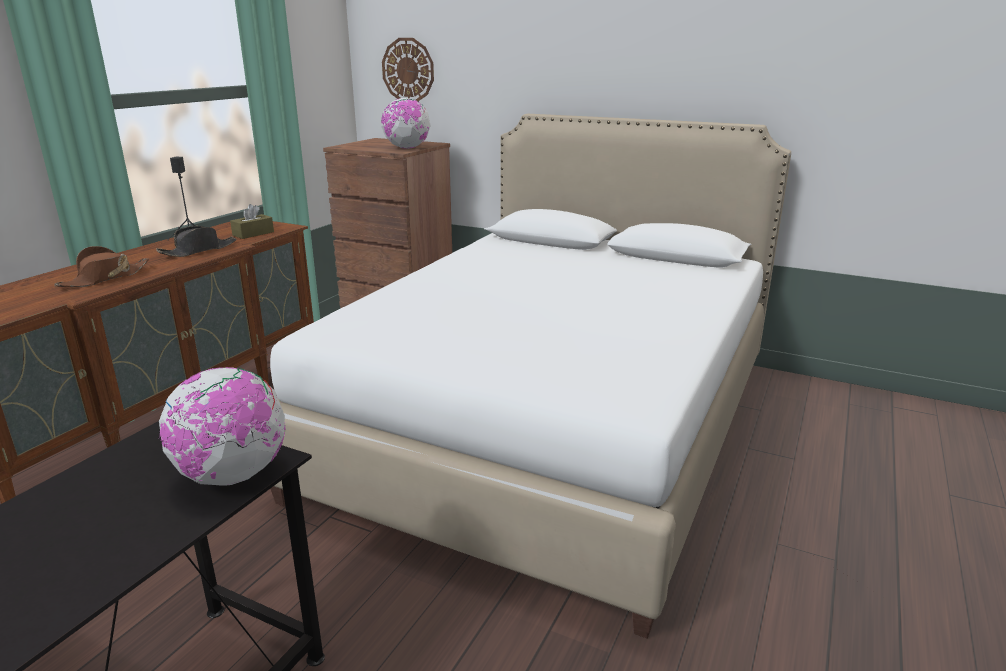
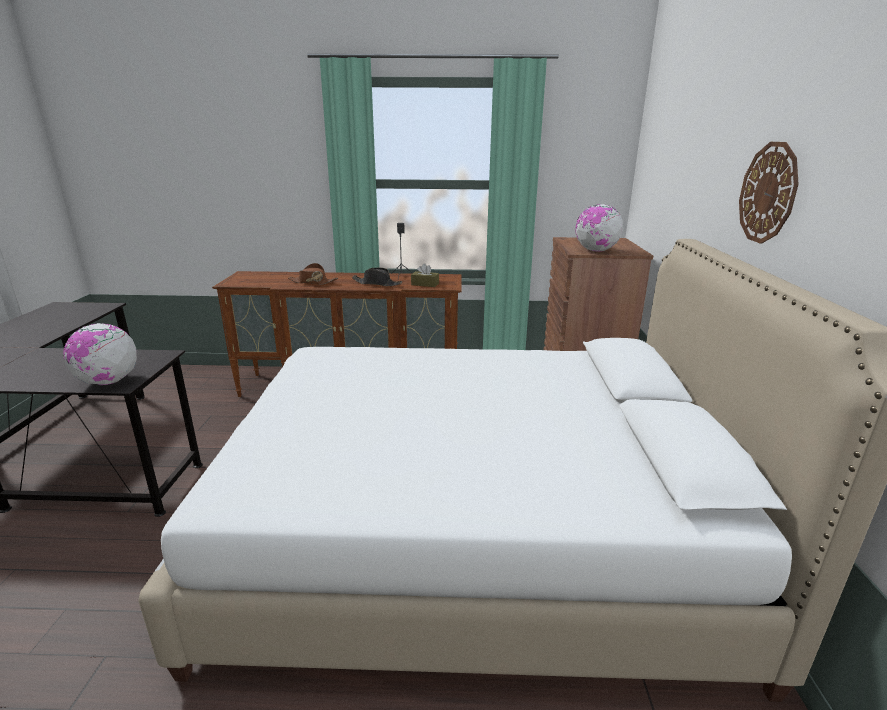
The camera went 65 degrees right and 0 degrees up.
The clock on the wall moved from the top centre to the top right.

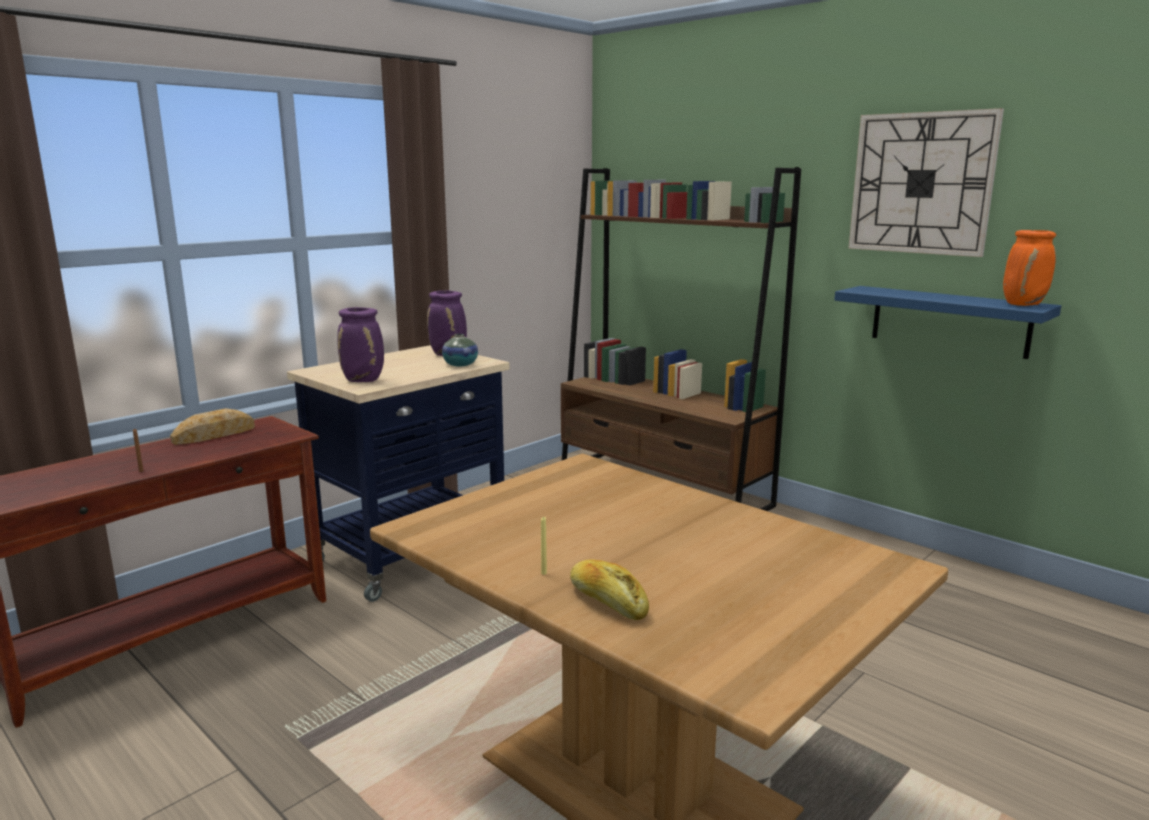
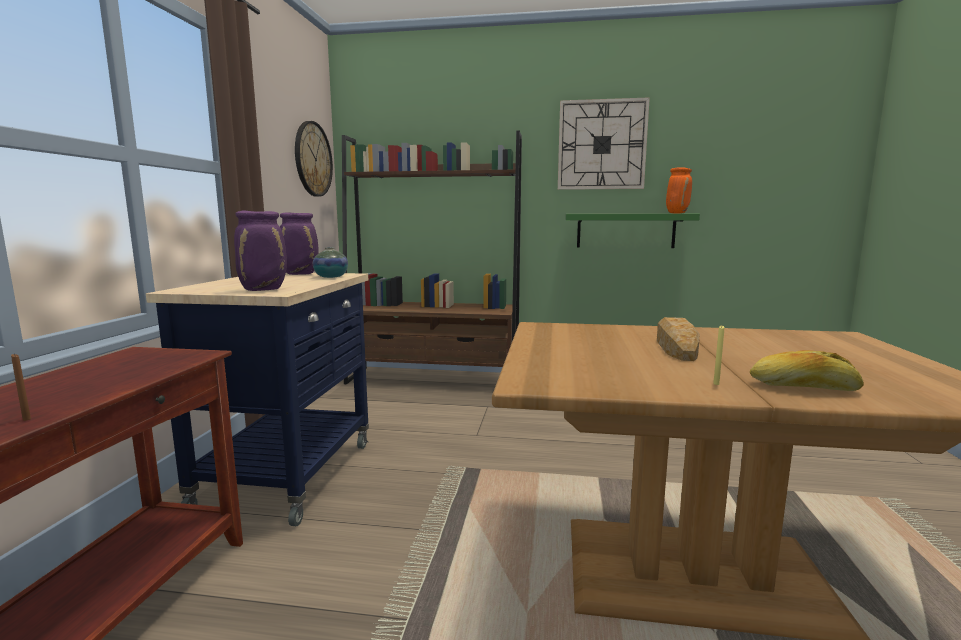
The camera went 35 degrees left and 5 degrees down.
The blue shelf at the middle right became the green shelf at the centre.
The baked bread (1st from left) moved from the middle left to the middle right.
The clock on the wall (1st from left) at the top left appeared.

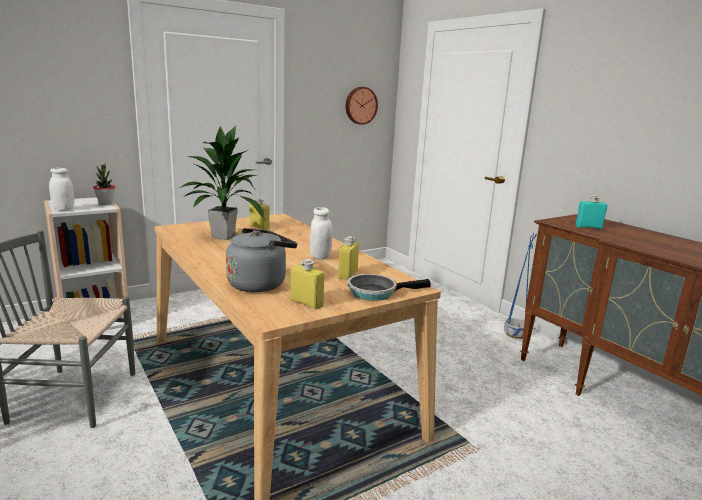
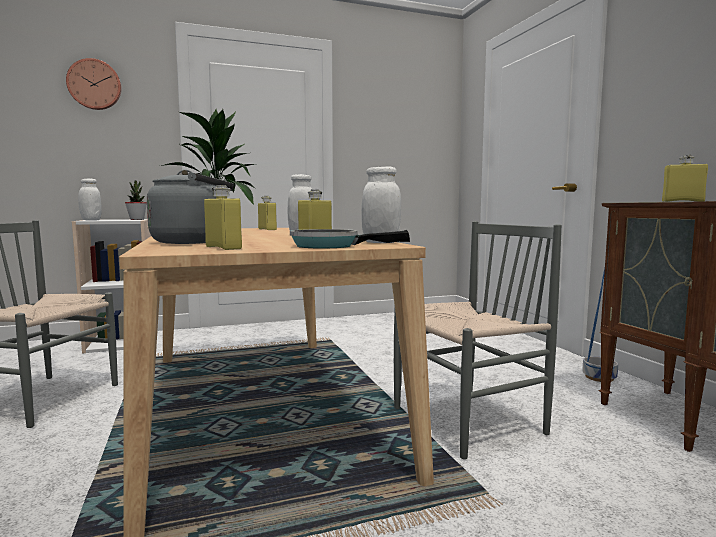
The camera went 15 degrees right and 10 degrees down.
The clock on the wall moved from the top centre to the top left.
The blue-green drink bottle at the middle right became the yellowish drink bottle (4th from left) at the top right.
The whitish jar (3rd from left) at the centre appeared.
The gray upright chair (2nd from left) at the middle right appeared.

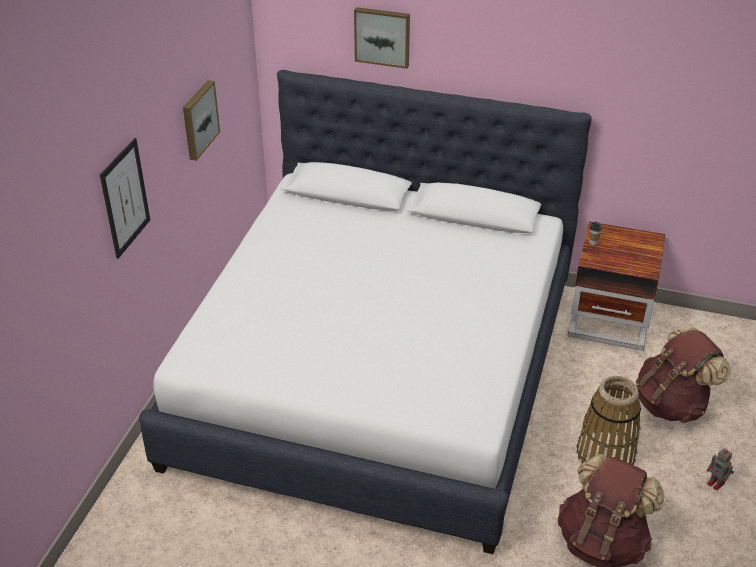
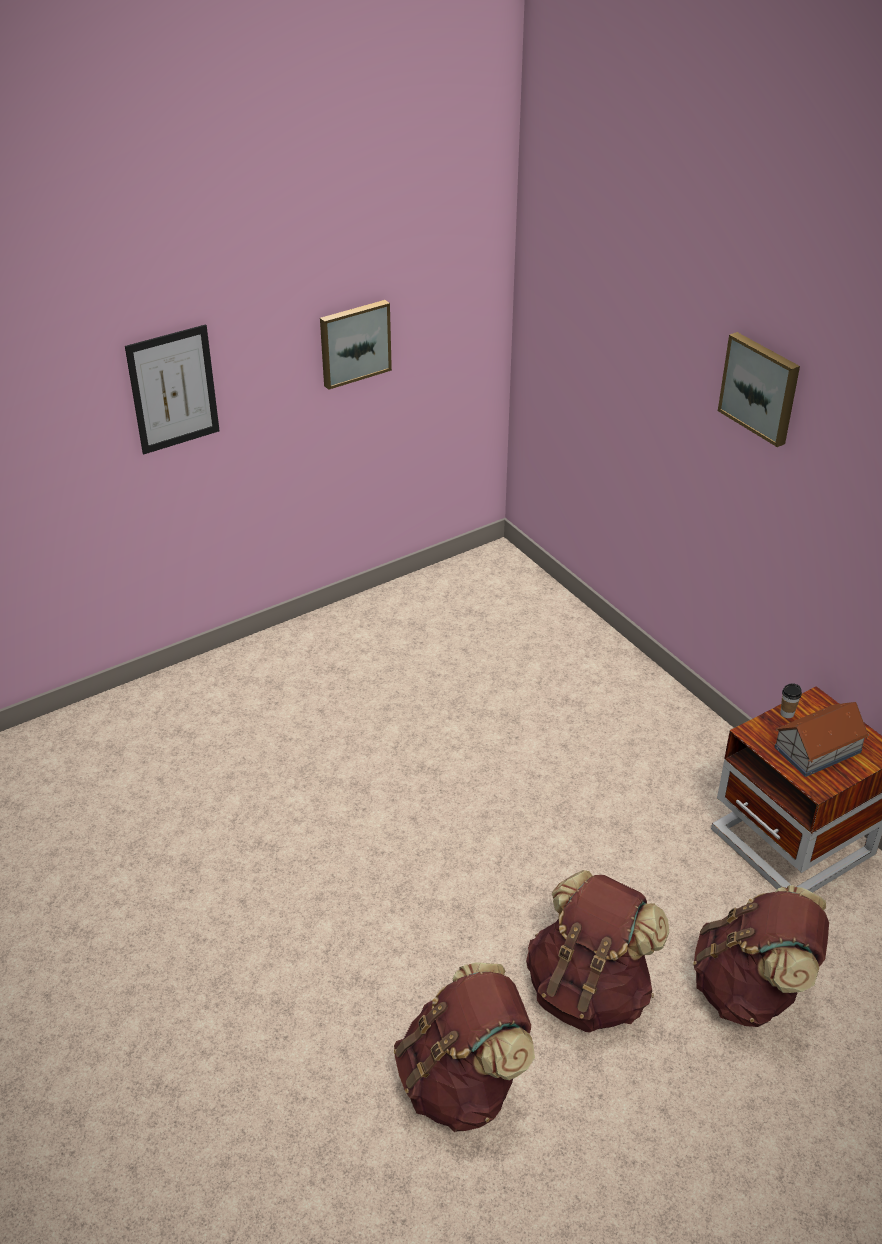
The camera went 40 degrees right and 0 degrees up.
The picture (3rd from left) moved from the top centre to the top right.
The whitish bedroom bed at the centre disappeared.
The basket at the bottom right was replaced by the brown rucksack (2nd from left) at the bottom right.
The robot figure at the bottom right disappeared.
The toy house at the middle right appeared.

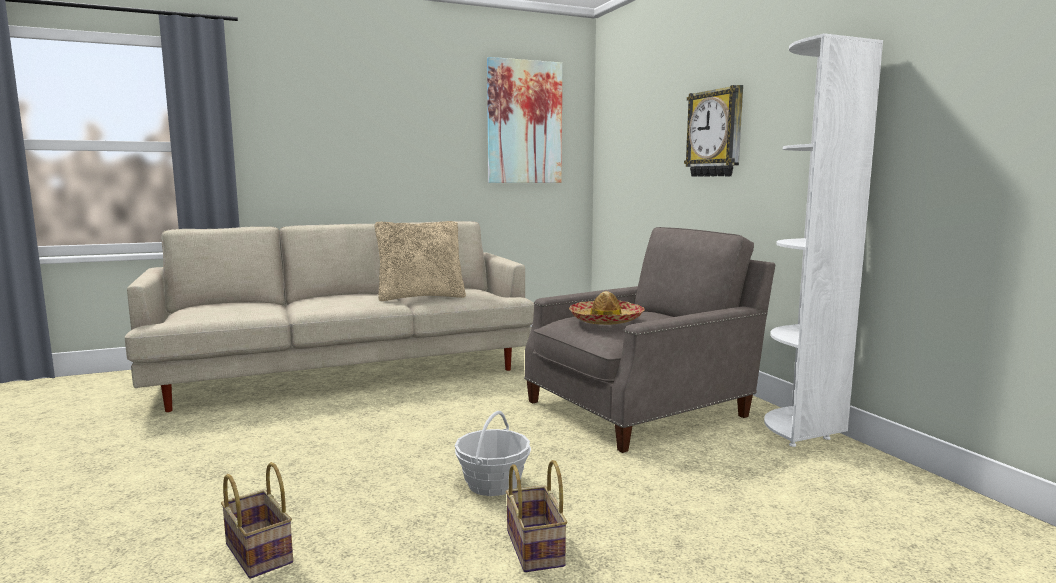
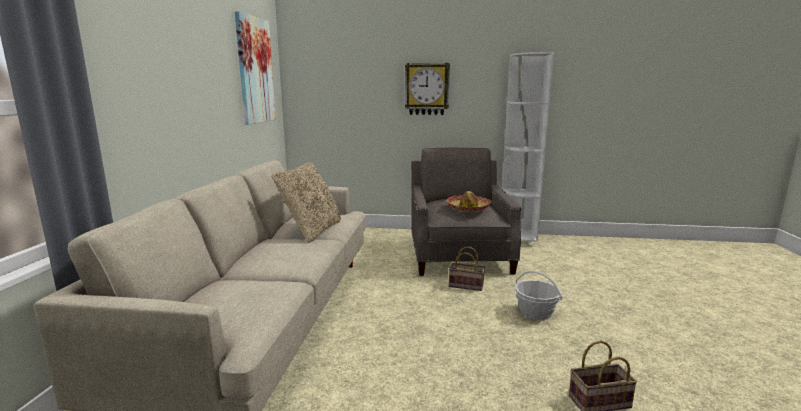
The camera went 60 degrees left and 5 degrees up.
The basket (3rd from left in the first image) moved from the bottom centre to the centre.

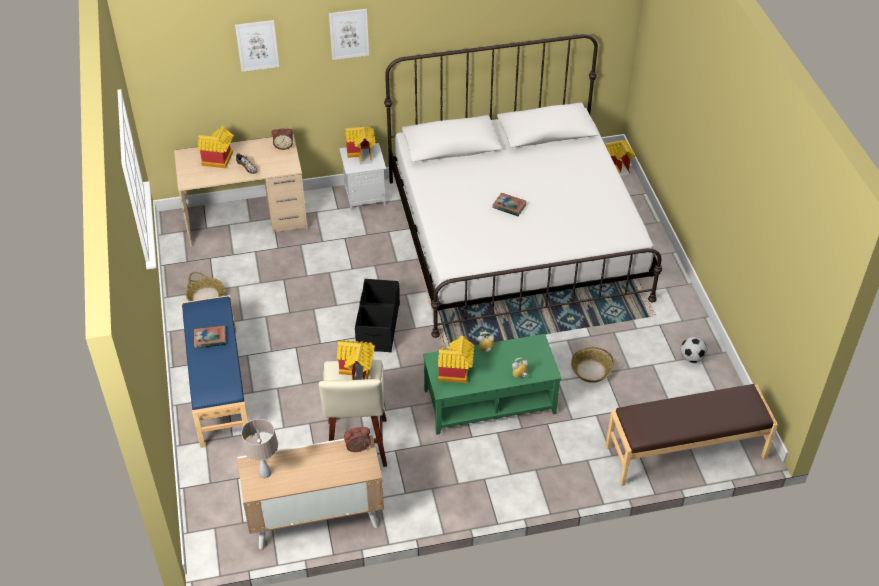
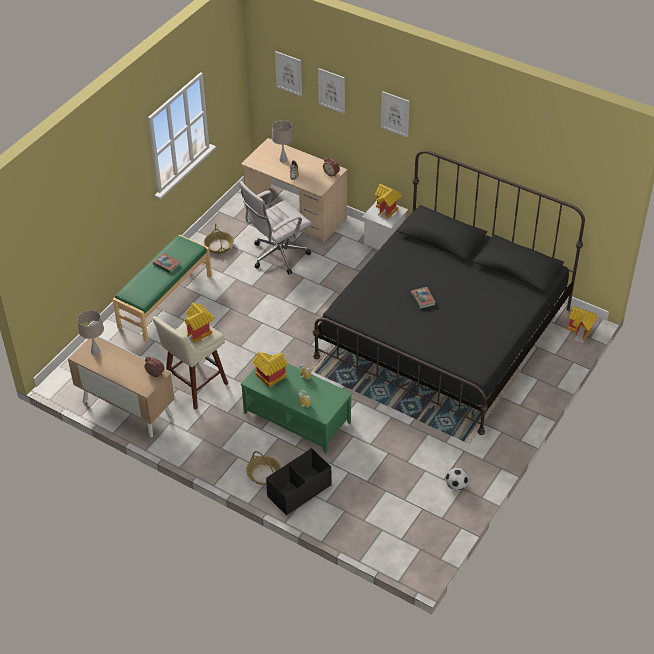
The camera went 45 degrees right and 0 degrees up.
The whitish bedroom bed at the top centre became the black-coloured bedroom bed at the middle right.
The toy house (1st from left) at the top left was replaced by the sand-coloured lamp for a table (2nd from left) at the top centre.
The black-coloured storage bin moved from the centre to the bottom centre.
The blue bench at the middle left became the green bench at the middle left.
The basket (2nd from left) moved from the middle right to the bottom centre.
The brown bench at the bottom right disappeared.
The picture (1st from left) at the top centre appeared.
The whitish desk chair at the centre appeared.

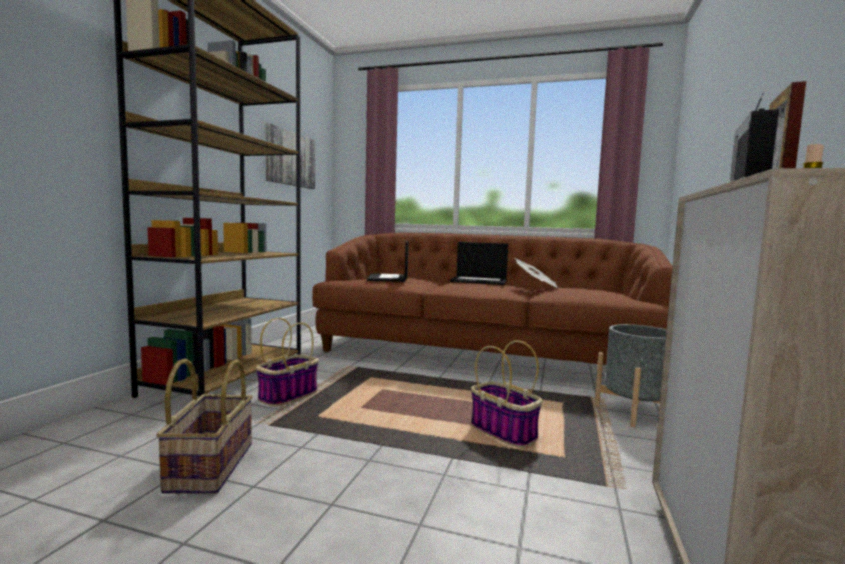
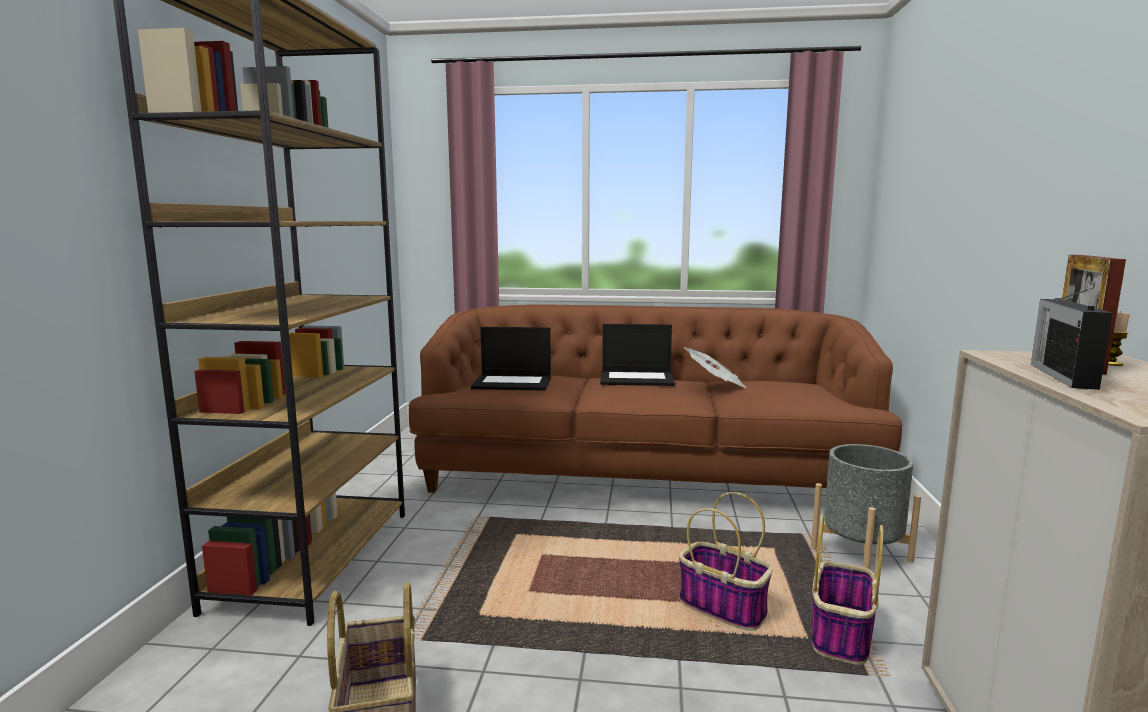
The camera went 10 degrees left and 5 degrees up.
The picture at the top centre disappeared.
The laptop (1st from left) at the centre turned 75 degrees counterclockwise.
The basket (2nd from left in the first image) moved from the centre to the bottom right.

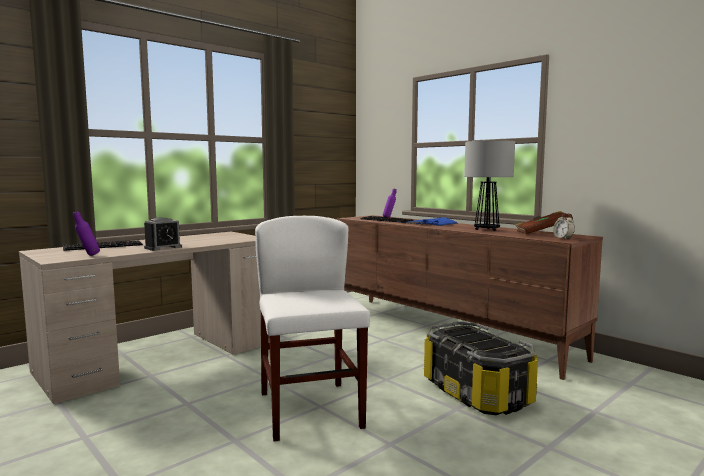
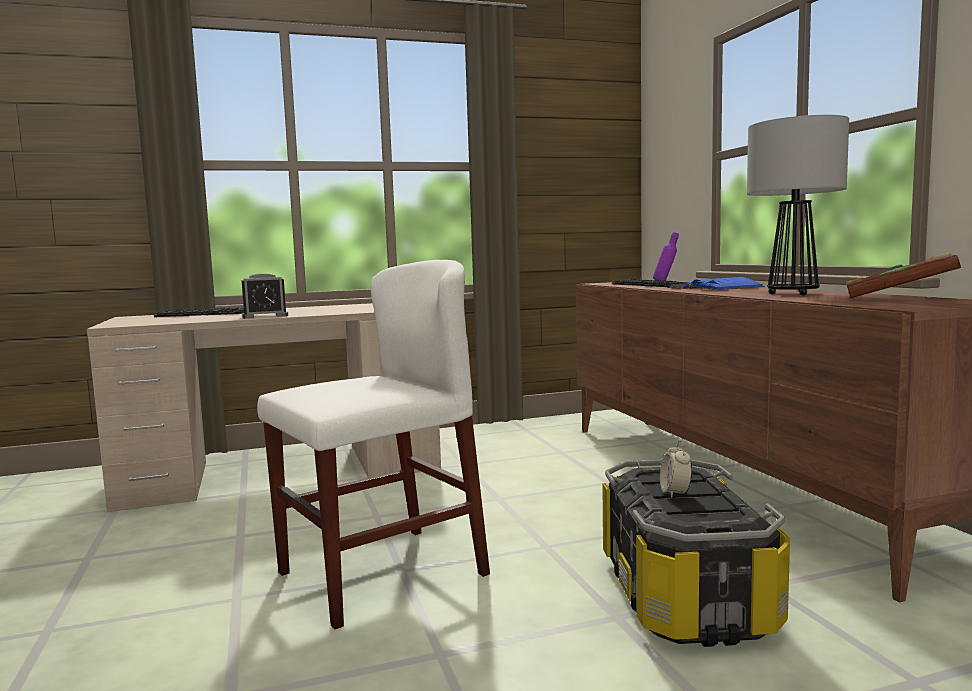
The camera went 25 degrees right and 0 degrees up.
The purple-coloured drink bottle (1st from left) at the middle left disappeared.
The alarm clock (2nd from left) moved from the middle right to the bottom right.
The whitish upright chair at the bottom centre turned 45 degrees clockwise.

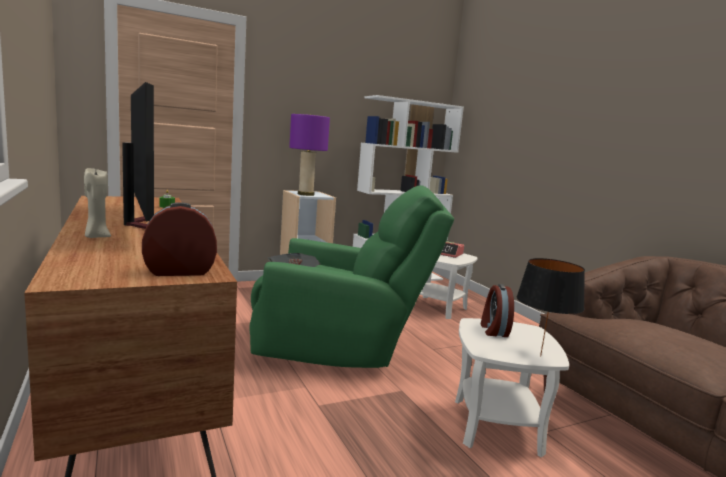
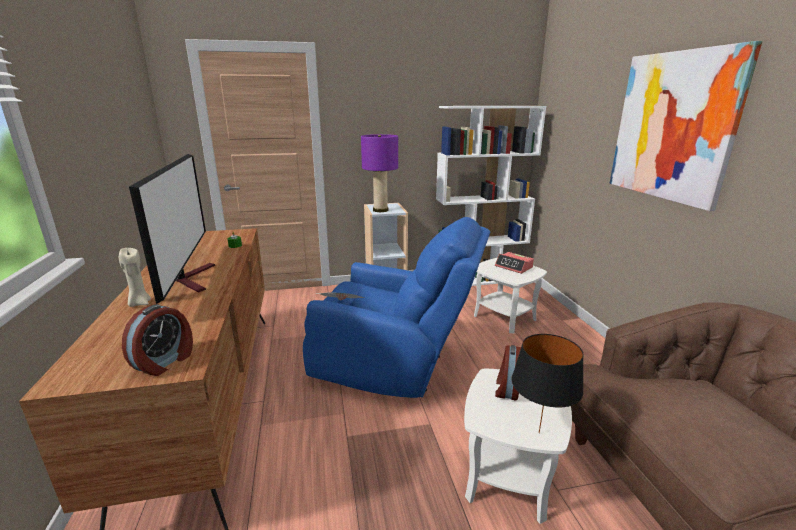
The camera went 15 degrees right and 10 degrees up.
The green armchair at the centre became the blue armchair at the centre.
The alarm clock (1st from left) at the middle left turned 120 degrees clockwise.
The picture at the top right appeared.

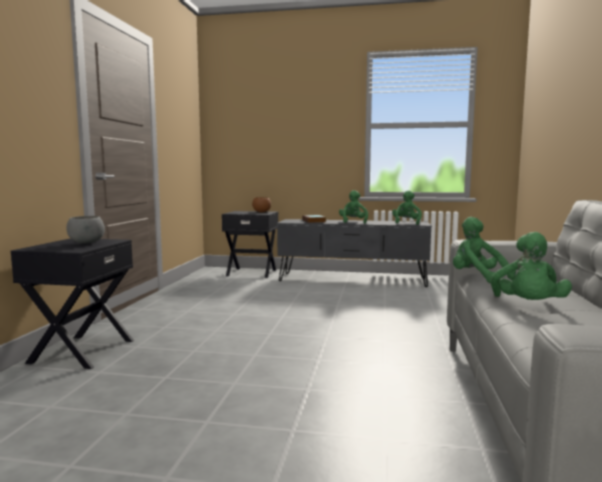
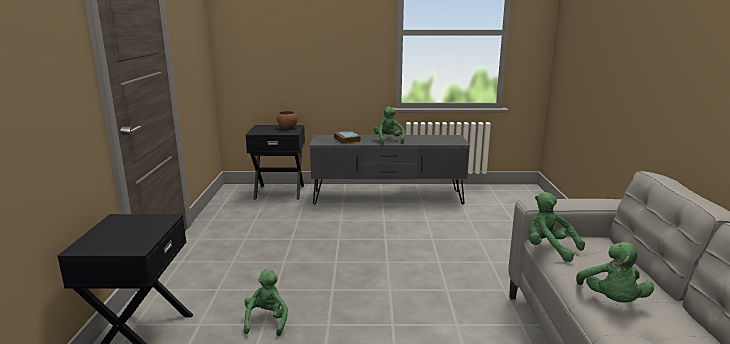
The camera went 10 degrees left and 10 degrees up.
The green plush toy (2nd from left in the first image) moved from the middle right to the bottom centre.
The gray deep dish at the middle left disappeared.

